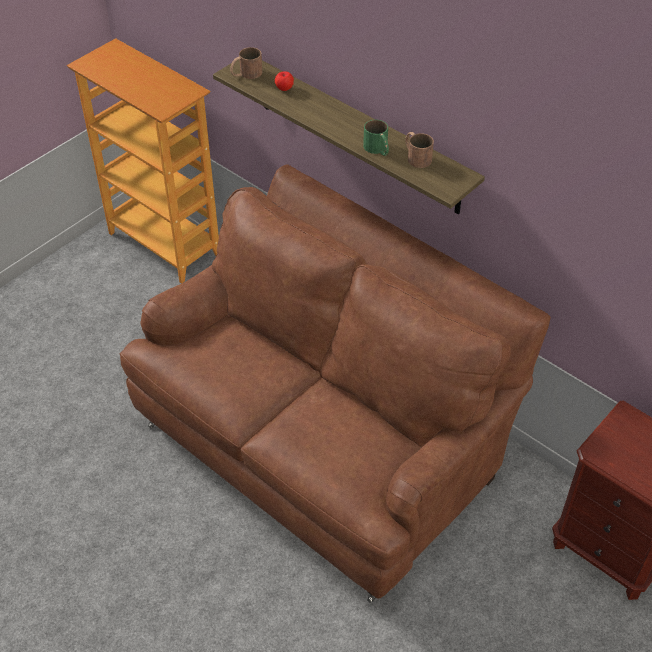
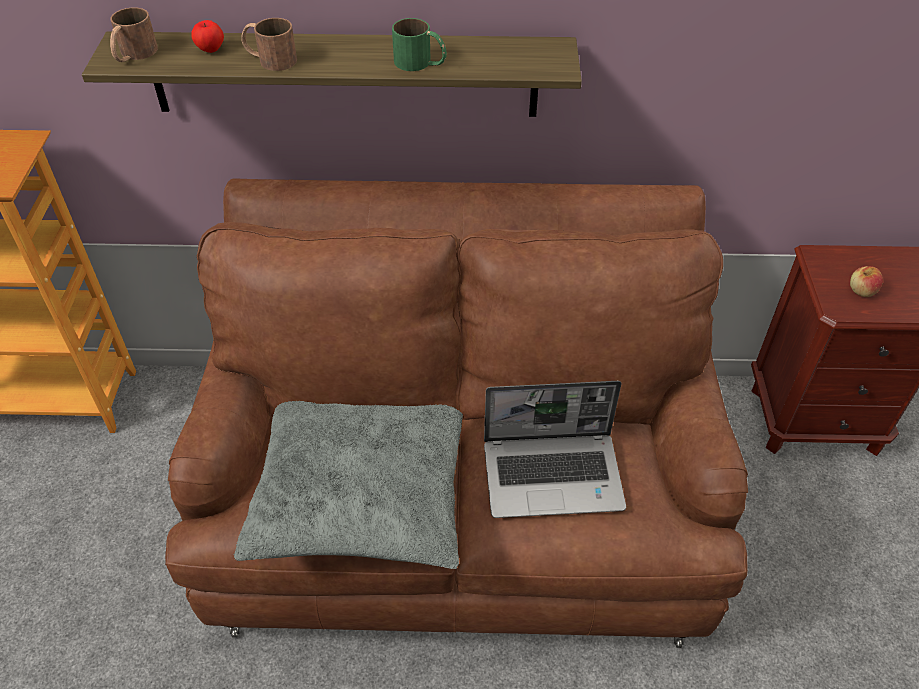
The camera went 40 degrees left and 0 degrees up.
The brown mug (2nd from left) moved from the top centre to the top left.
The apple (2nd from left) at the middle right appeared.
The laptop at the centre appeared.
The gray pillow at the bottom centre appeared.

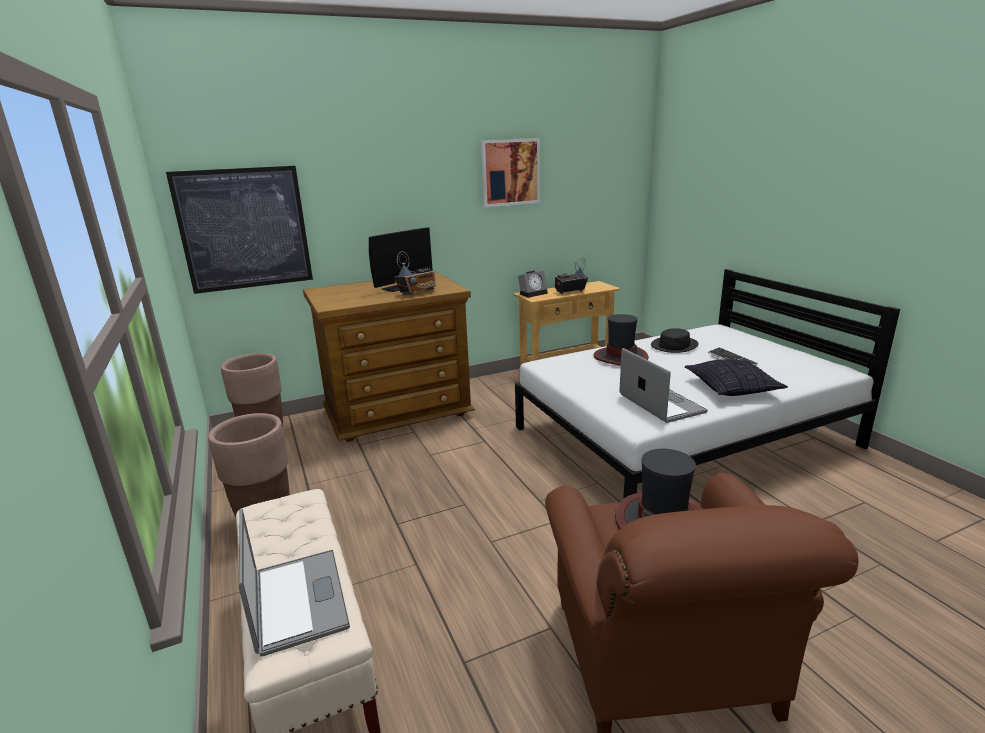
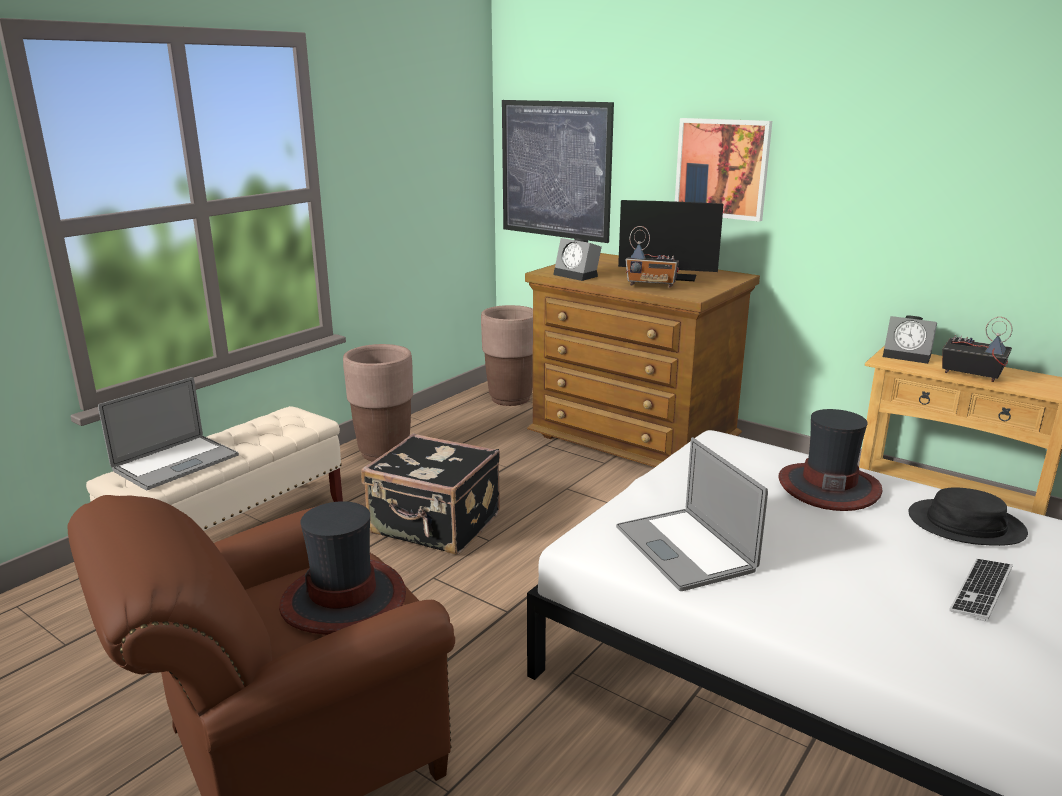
The camera went 60 degrees right and 0 degrees up.
The picture (2nd from left) moved from the top centre to the top right.
The laptop (2nd from left) at the middle right turned 120 degrees clockwise.
The pillow at the middle right disappeared.
The alarm clock (1st from left) at the top centre appeared.
The black-coloured piece of luggage at the centre appeared.

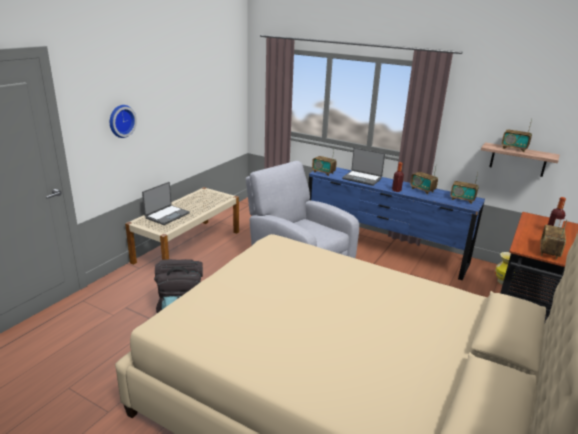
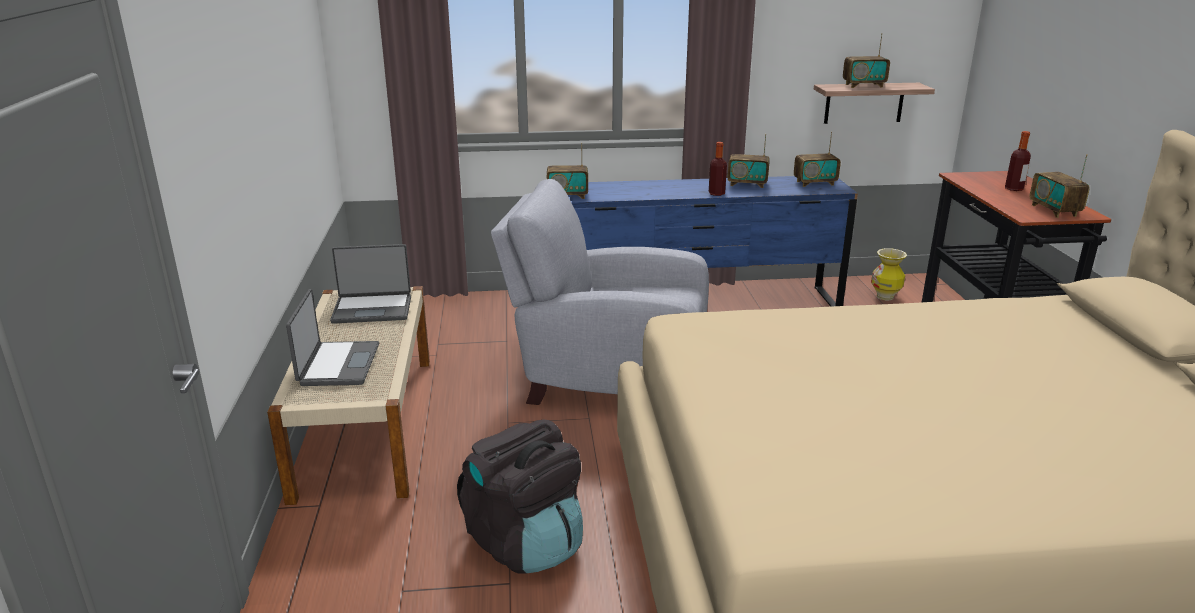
The camera went 35 degrees left and 0 degrees up.
The clock on the wall at the top left disappeared.
The laptop (2nd from left) moved from the centre to the middle left.

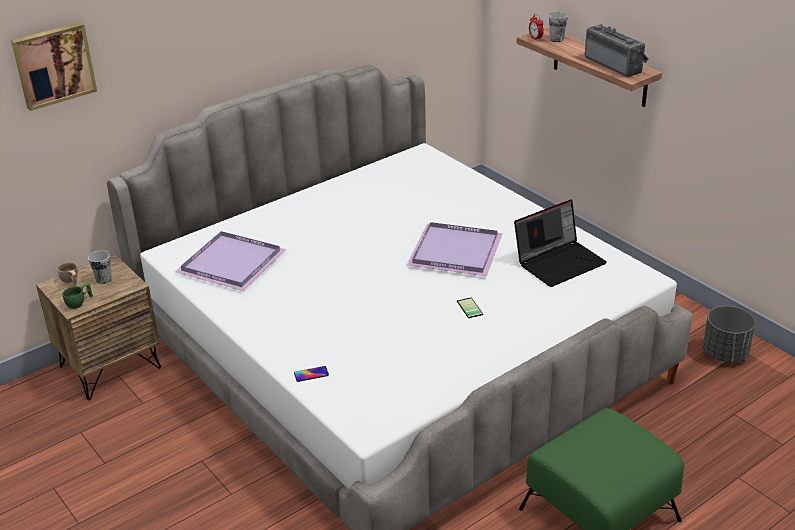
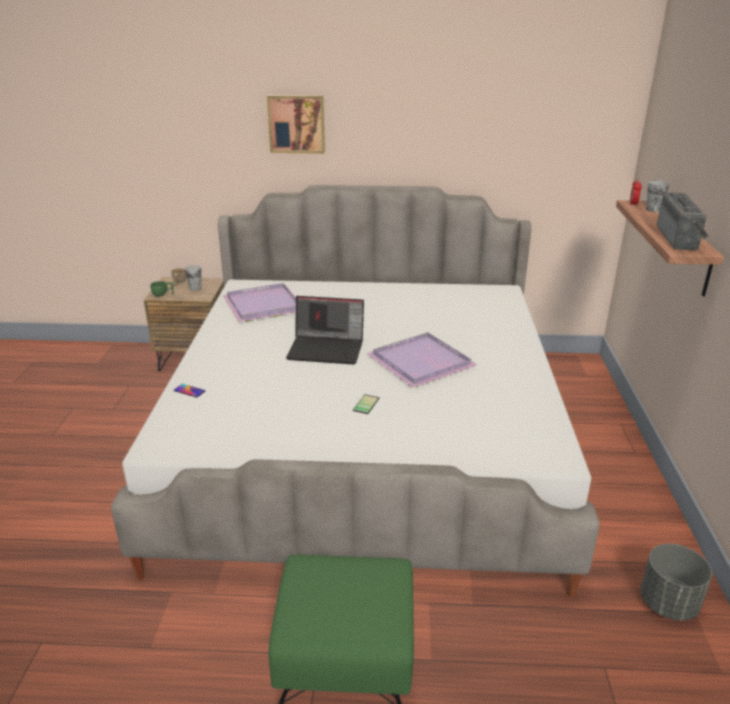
The camera went 40 degrees right and 5 degrees down.
The picture moved from the top left to the top centre.
The laptop moved from the middle right to the centre.

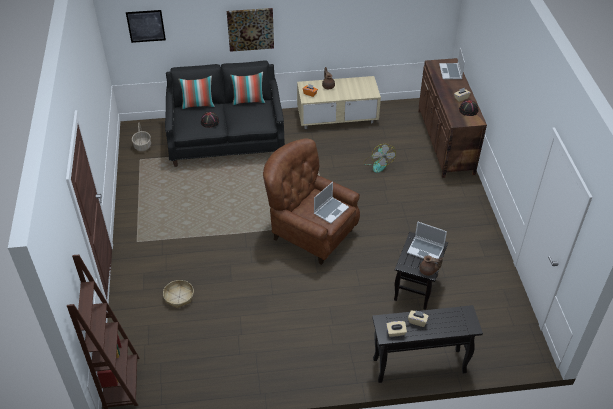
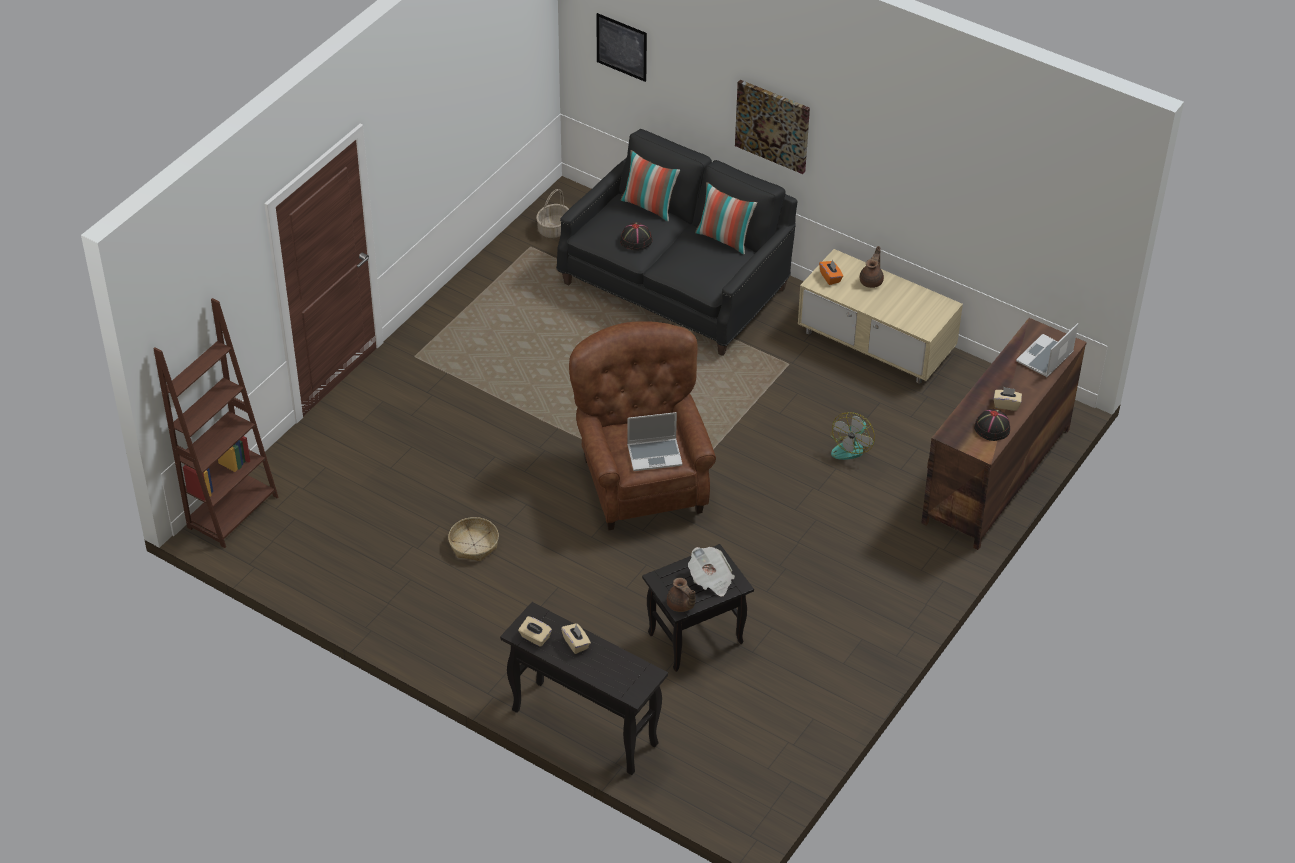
The camera went 40 degrees right and 0 degrees up.
The laptop (2nd from left) at the middle right was replaced by the printed paper at the centre.
The basket (2nd from left in the first image) moved from the bottom left to the centre.

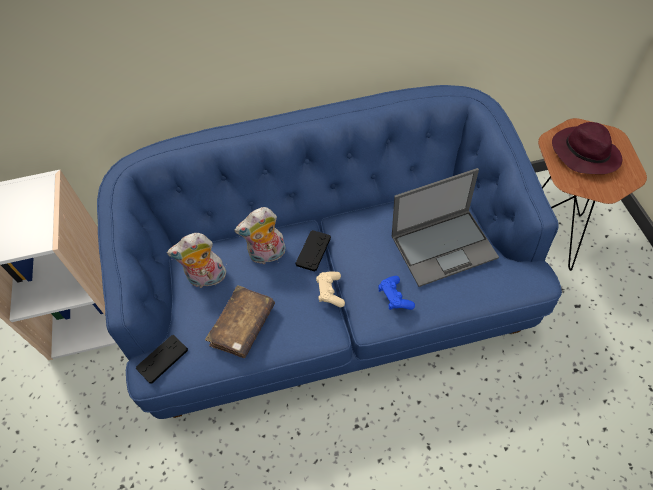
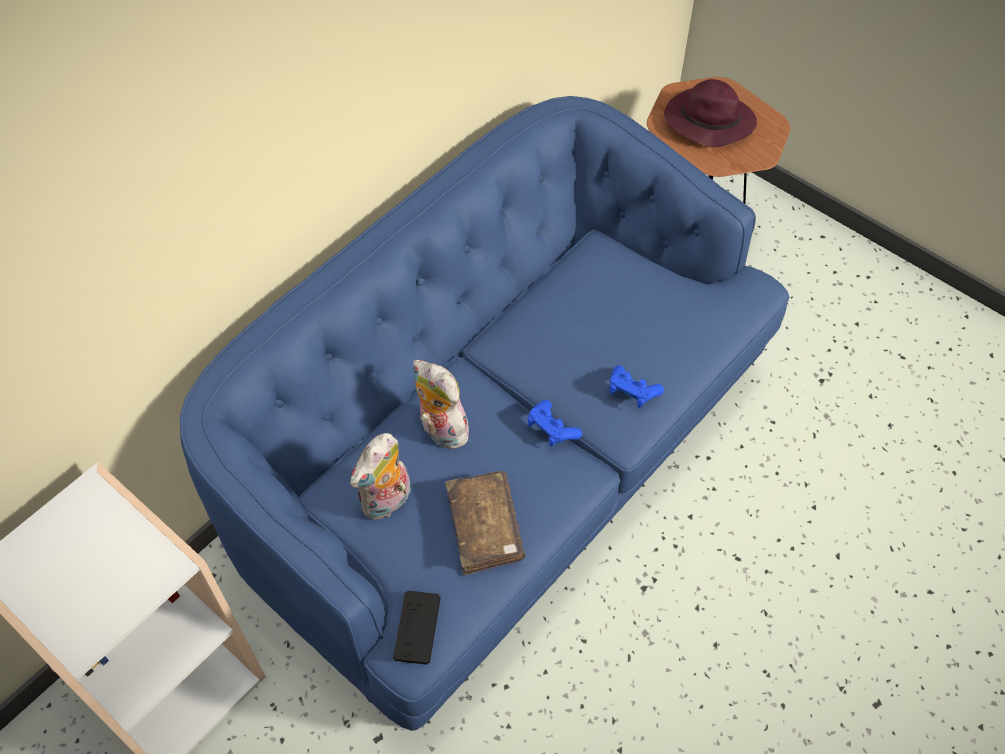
The camera went 40 degrees left and 0 degrees up.
The laptop at the middle right disappeared.
The plush toy (2nd from left) at the centre turned 105 degrees clockwise.
The black-coloured gamepad (2nd from left) at the centre disappeared.
The sand-coloured gamepad at the centre became the blue gamepad (1st from left) at the centre.

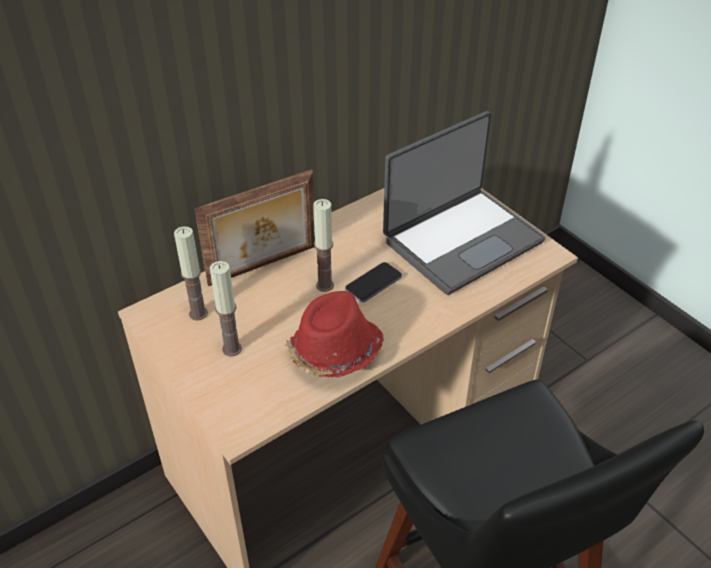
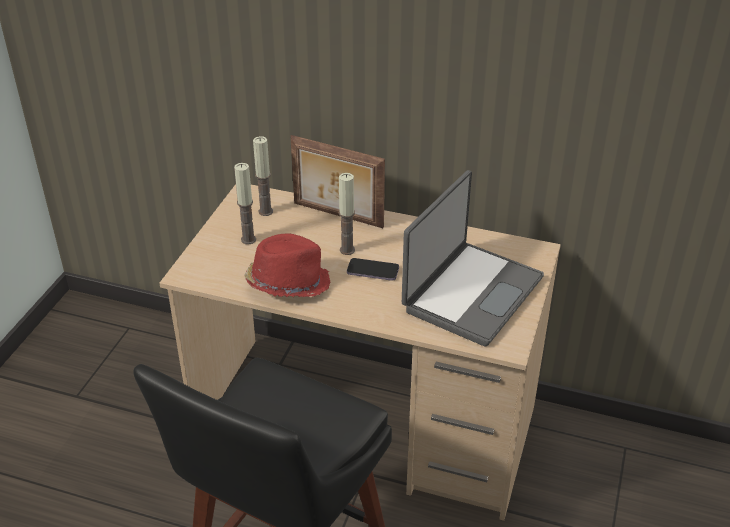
The camera went 55 degrees right and 5 degrees down.
The laptop at the centre turned 75 degrees counterclockwise.

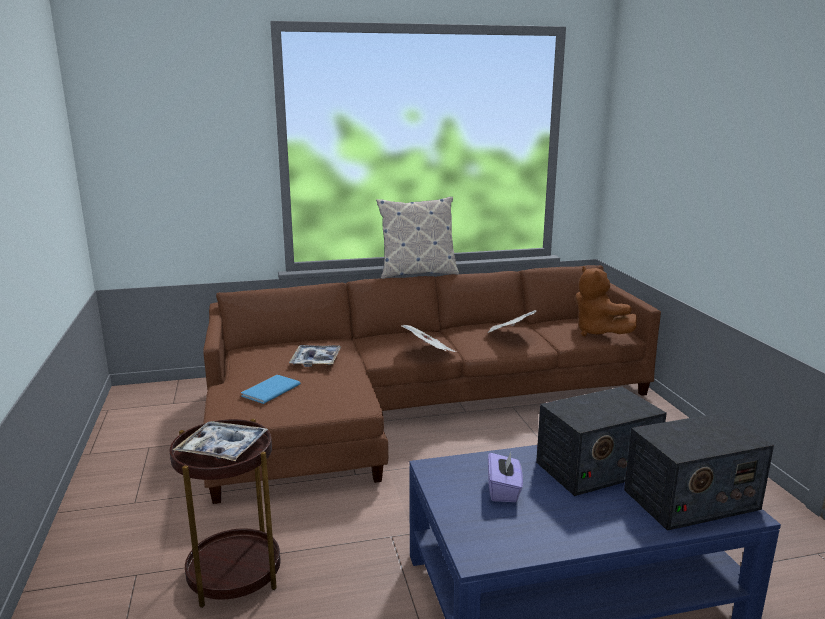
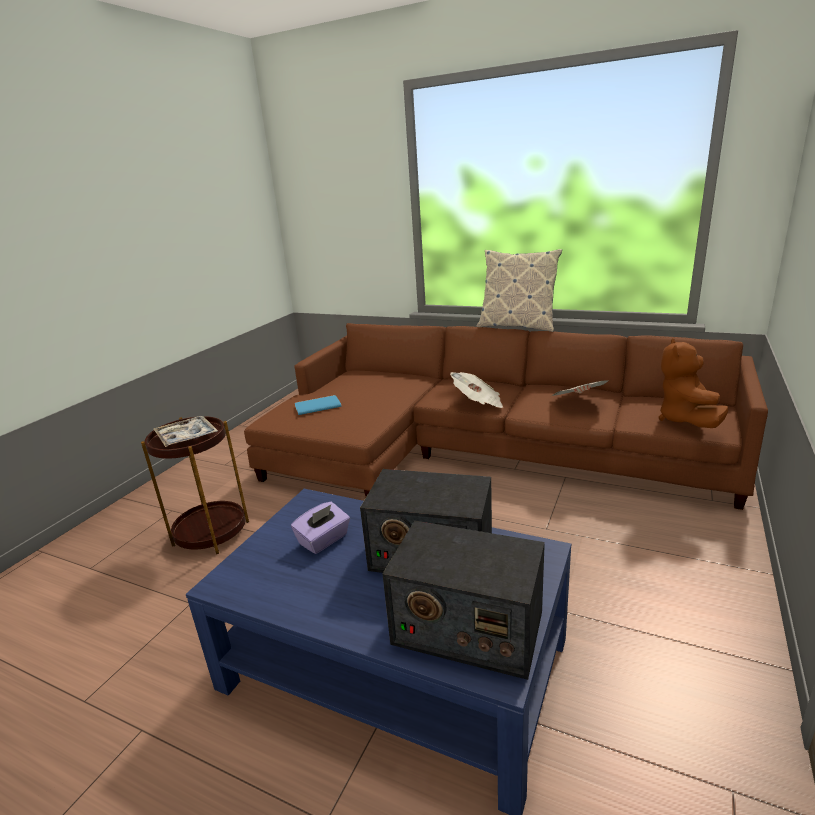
The camera went 40 degrees right and 5 degrees up.
The carrying tray (2nd from left) at the centre disappeared.

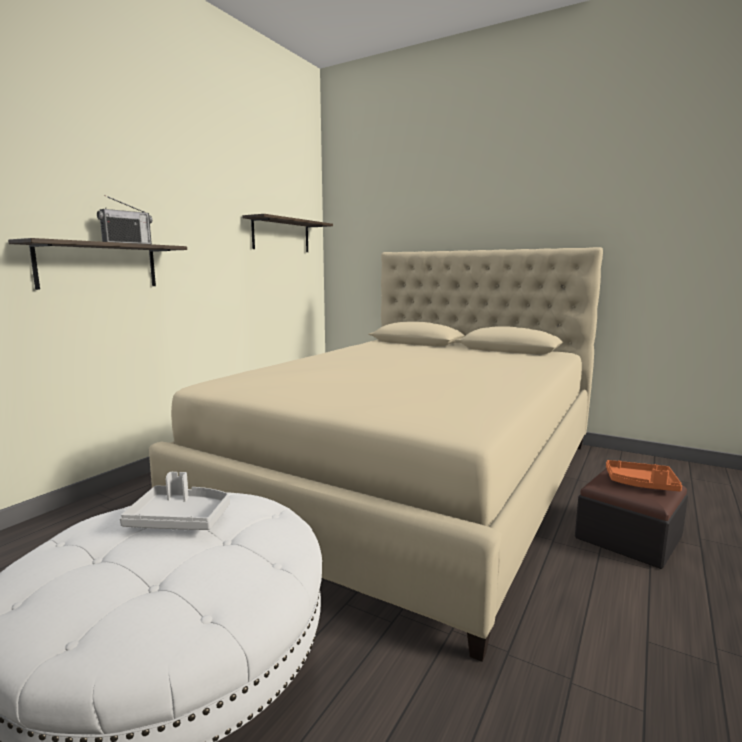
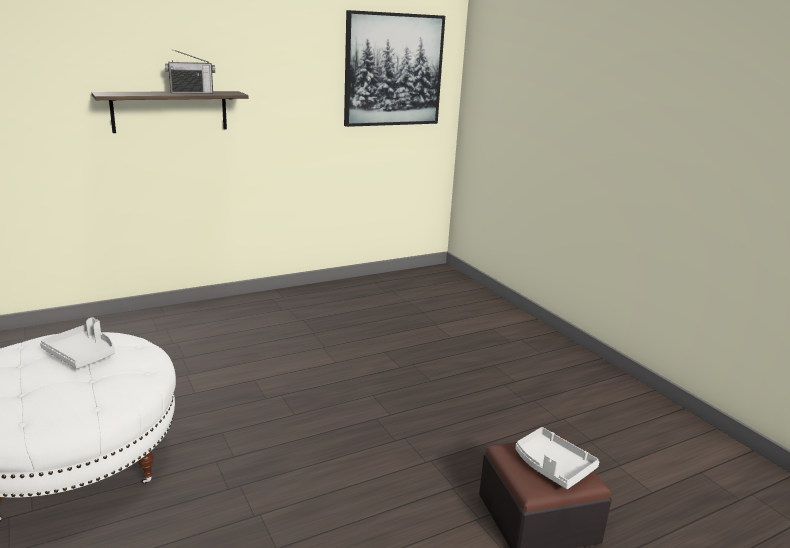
The camera went 30 degrees right and 10 degrees up.
The shelf (2nd from left) at the top centre was replaced by the picture at the top centre.
The sand-coloured bedroom bed at the centre disappeared.
The orange carrying tray at the middle right became the gray carrying tray (2nd from left) at the bottom right.

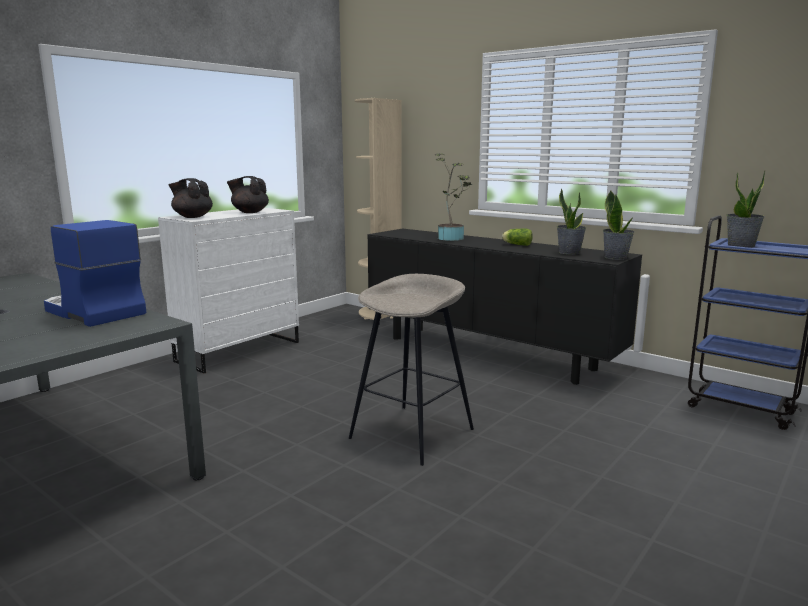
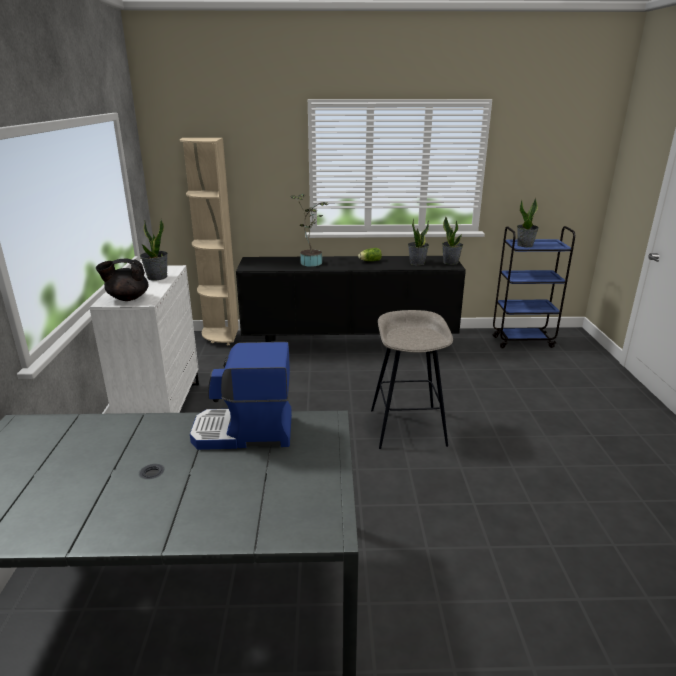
The camera went 40 degrees left and 10 degrees up.
The black-coloured teapot (2nd from left) at the top left was replaced by the plant in a pot (1st from left) at the middle left.

